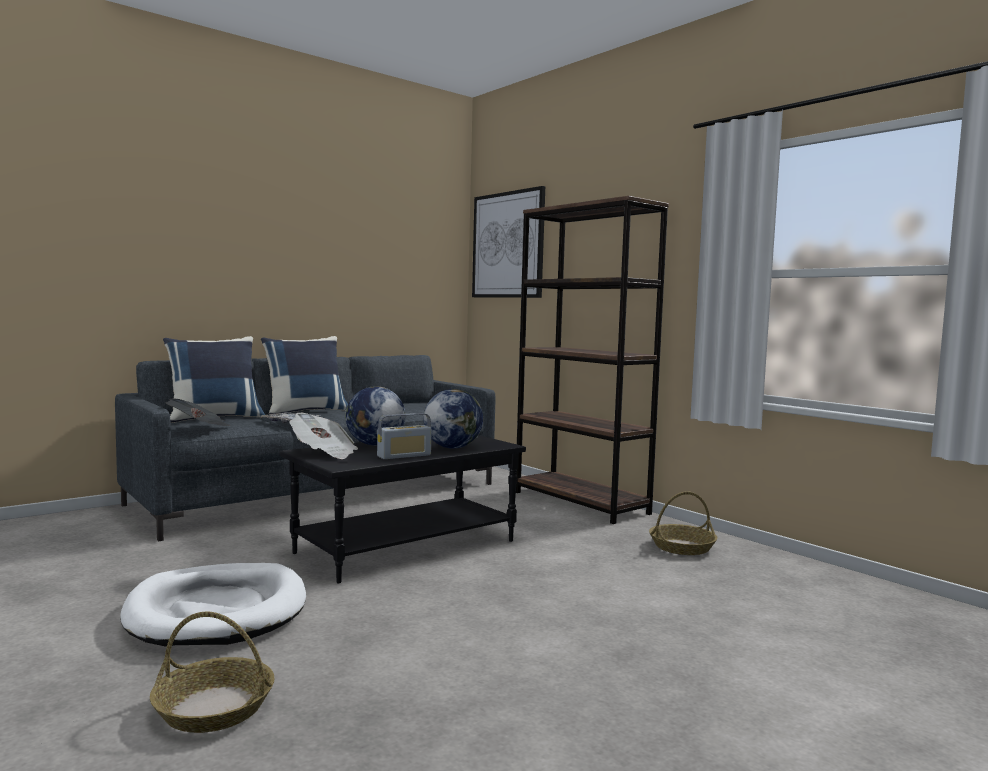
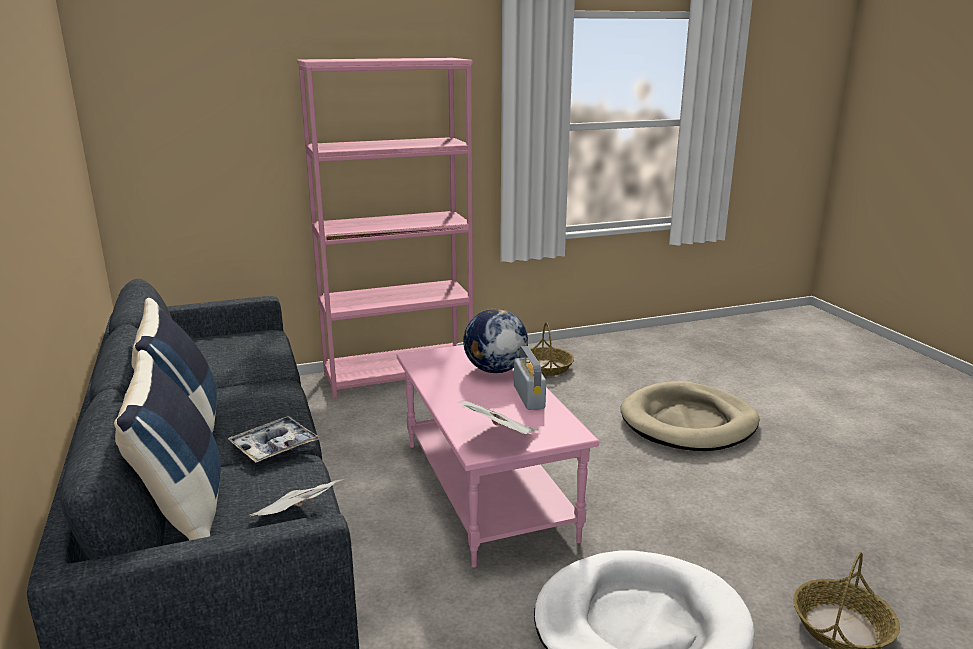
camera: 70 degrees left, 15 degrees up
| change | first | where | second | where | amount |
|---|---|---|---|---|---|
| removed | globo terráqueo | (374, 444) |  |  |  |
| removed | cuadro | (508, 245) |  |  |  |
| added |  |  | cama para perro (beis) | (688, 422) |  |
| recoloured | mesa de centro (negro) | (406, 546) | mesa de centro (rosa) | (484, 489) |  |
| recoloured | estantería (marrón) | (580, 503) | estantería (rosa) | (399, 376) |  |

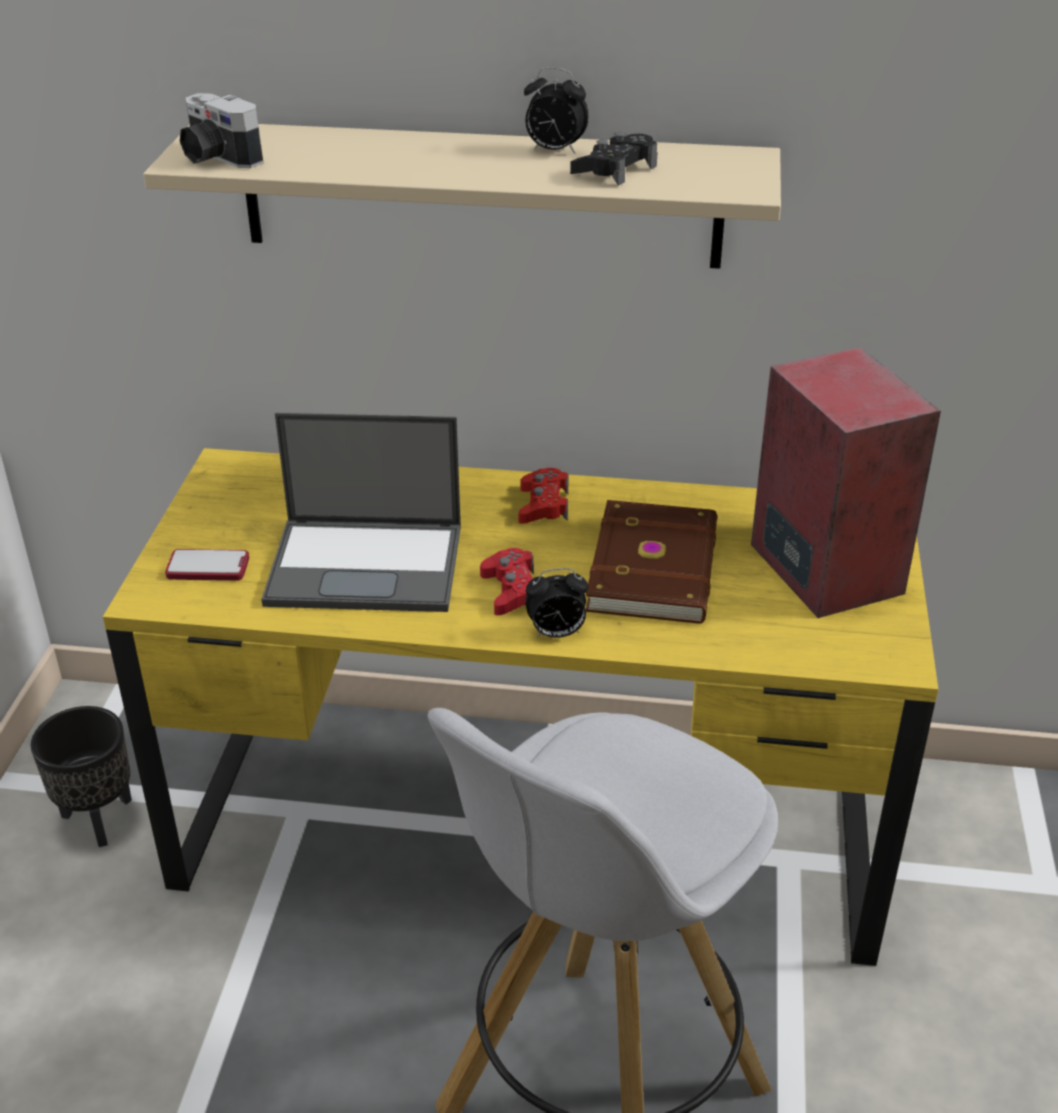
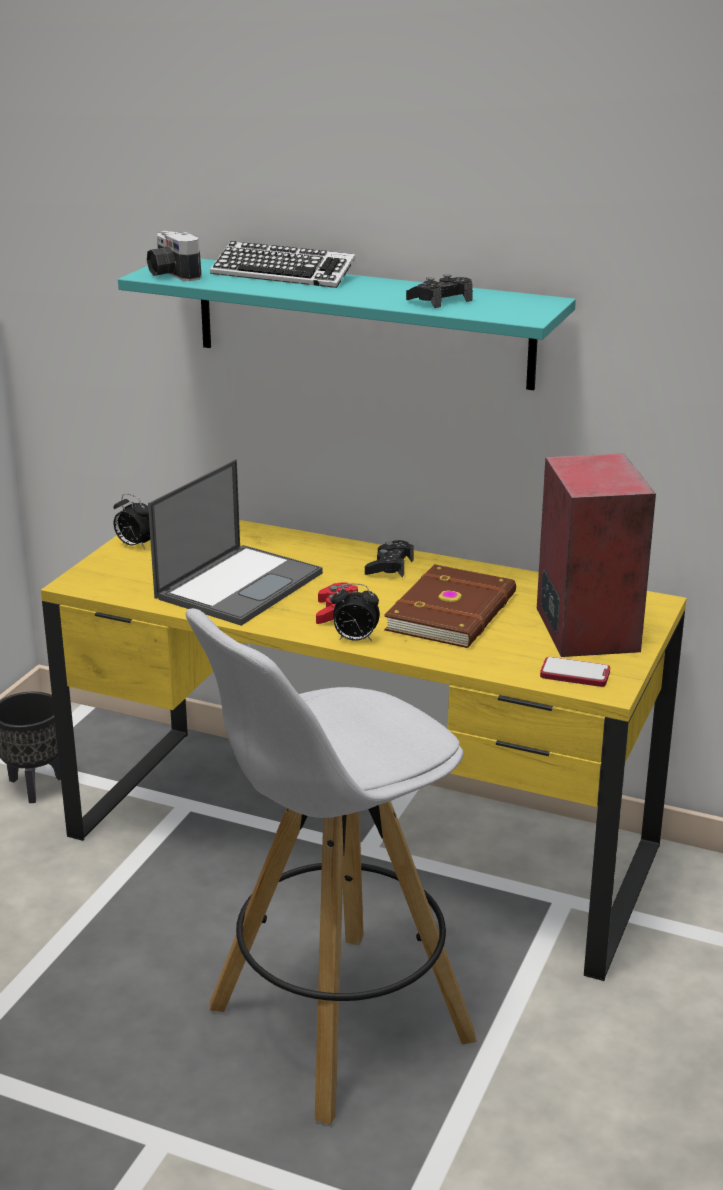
camera: 15 degrees right, 10 degrees down
| change | first | where | second | where | amount |
|---|---|---|---|---|---|
| added |  |  | teclado | (283, 275) |  |
| moved | móvil | (208, 567) |  | (575, 674) |  |
| moved | despertador | (554, 151) |  | (134, 545) |  |
| recoloured | estante (beis) | (480, 195) | estante (turquesa) | (362, 321) |  |
| recoloured | mando de consola (rojo) | (543, 505) | mando de consola (negro) | (389, 566) |  |
| turned | portátil | (368, 565) |  | (240, 584) | 75 degrees counterclockwise |

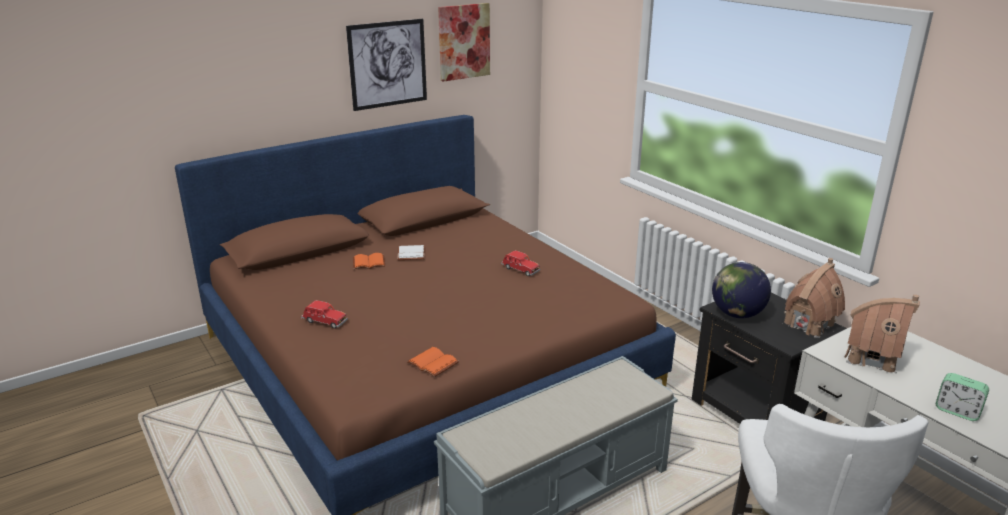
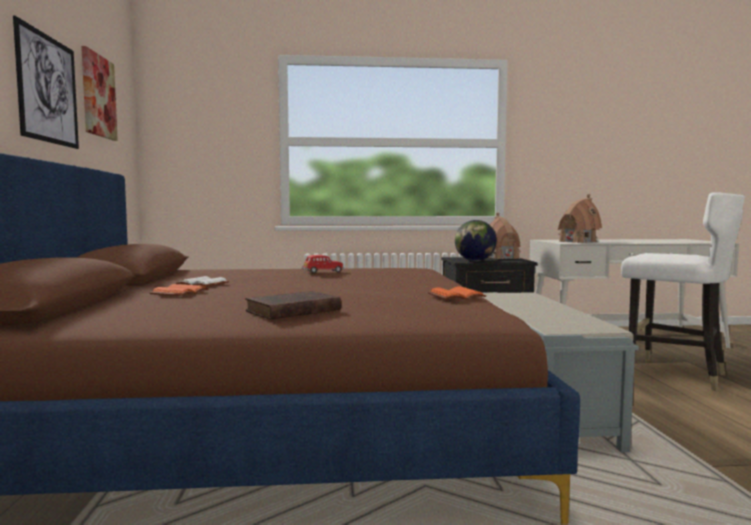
camera: 60 degrees left, 20 degrees down
| change | first | where | second | where | amount |
|---|---|---|---|---|---|
| removed | despertador | (957, 411) |  |  |  |
| replaced | coche de juguete (rojo) | (324, 322) | libro (marrón) | (291, 311) |  |

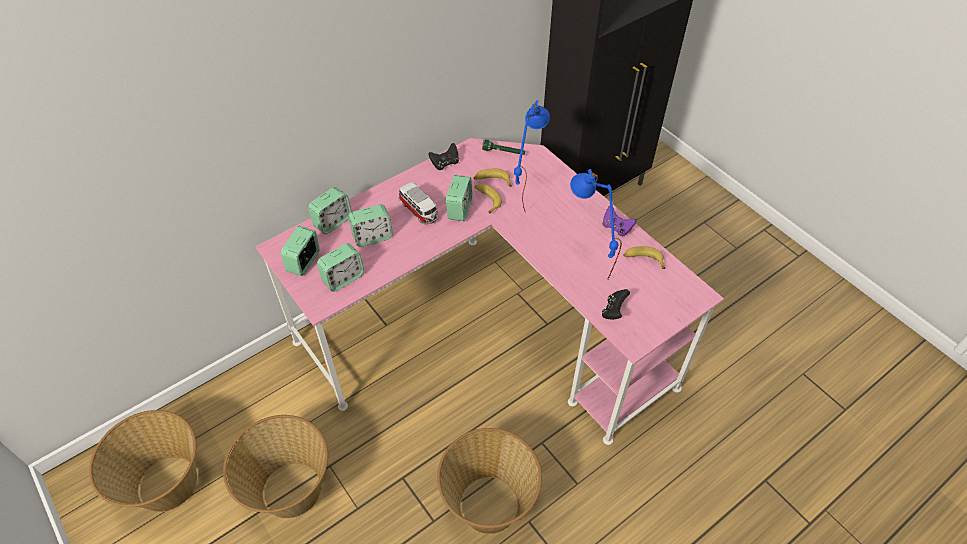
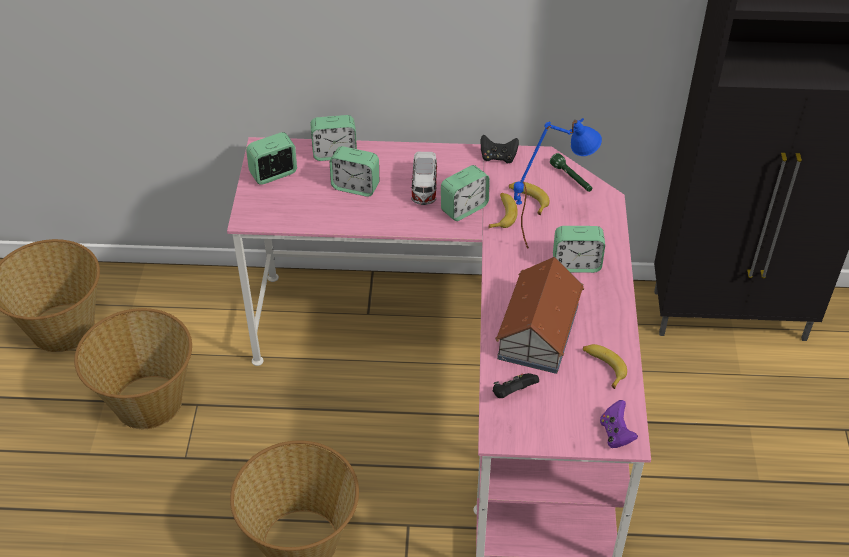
camera: 40 degrees right, 5 degrees down
| change | first | where | second | where | amount |
|---|---|---|---|---|---|
| moved | despertador | (343, 278) |  | (576, 264) |  |
| moved | mando de consola (morado) | (616, 228) |  | (616, 434) |  |
| replaced | lámpara de mesa (azul) | (586, 263) | casita | (537, 332) |  |

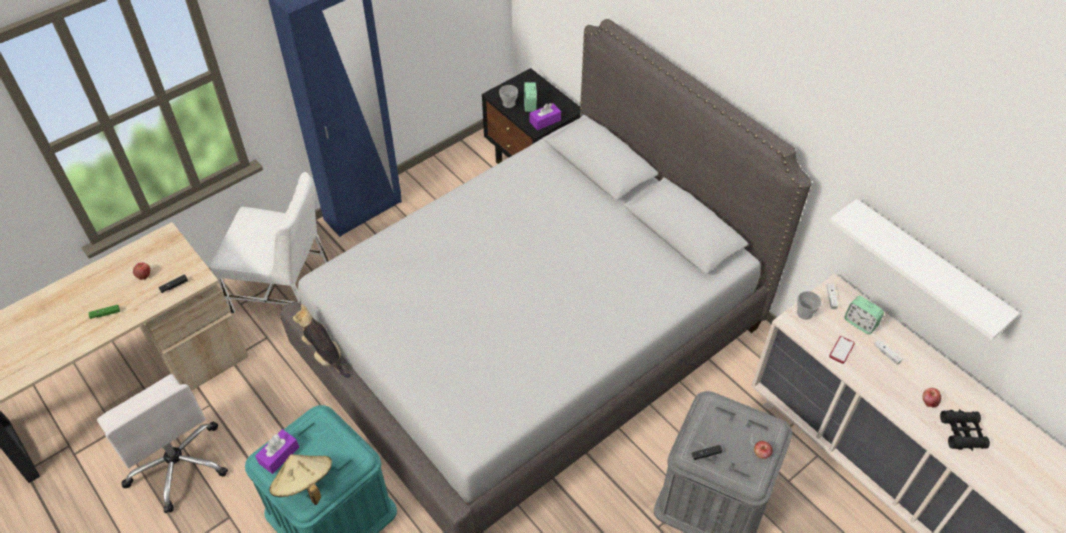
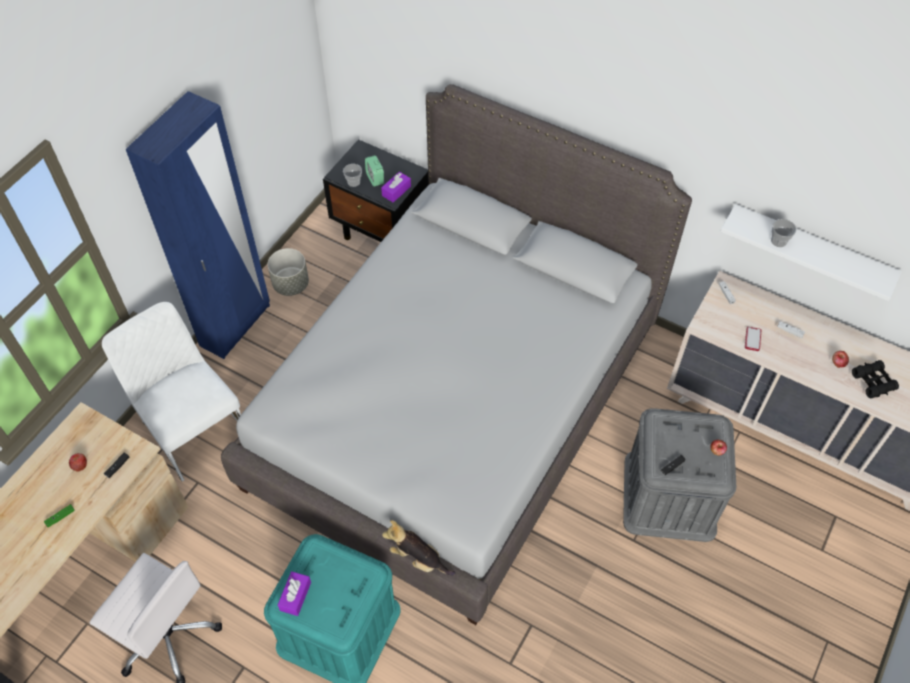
camera: 20 degrees left, 5 degrees up
| change | first | where | second | where | amount |
|---|---|---|---|---|---|
| removed | sombrero (beis) | (304, 486) |  |  |  |
| removed | despertador | (860, 323) |  |  |  |
| added |  |  | maceta (gris) | (291, 284) |  |
| moved | peluche | (325, 354) |  | (418, 558) |  |
| moved | taza | (804, 313) |  | (778, 241) |  |
| turned | silla (blanco) | (284, 289) |  | (193, 429) | 120 degrees counterclockwise |

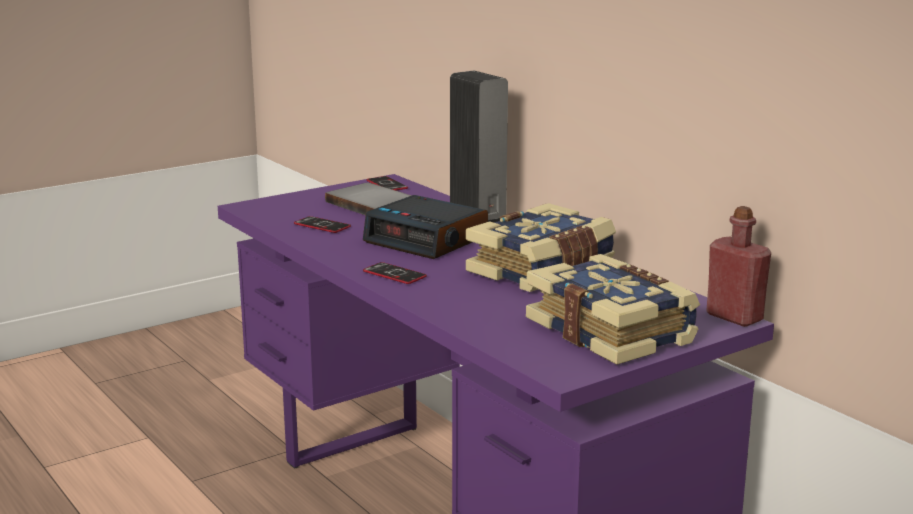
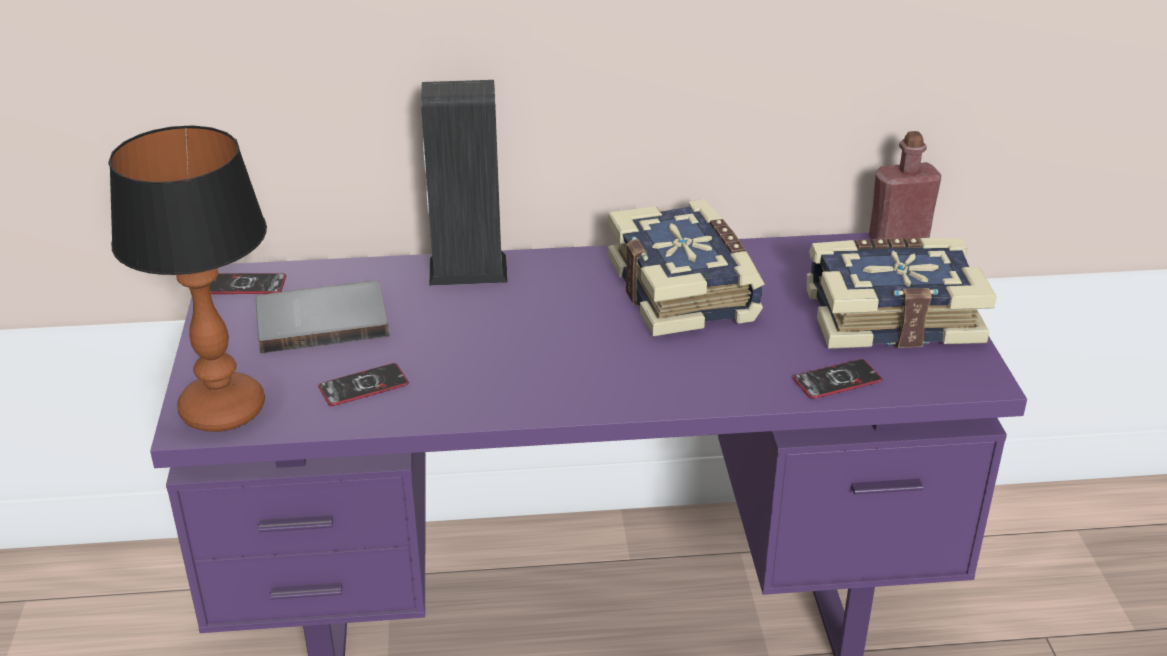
camera: 60 degrees left, 15 degrees up
| change | first | where | second | where | amount |
|---|---|---|---|---|---|
| removed | despertador | (427, 240) |  |  |  |
| added |  |  | lámpara de mesa | (225, 409) |  |
| moved | móvil | (394, 274) |  | (837, 380) |  |

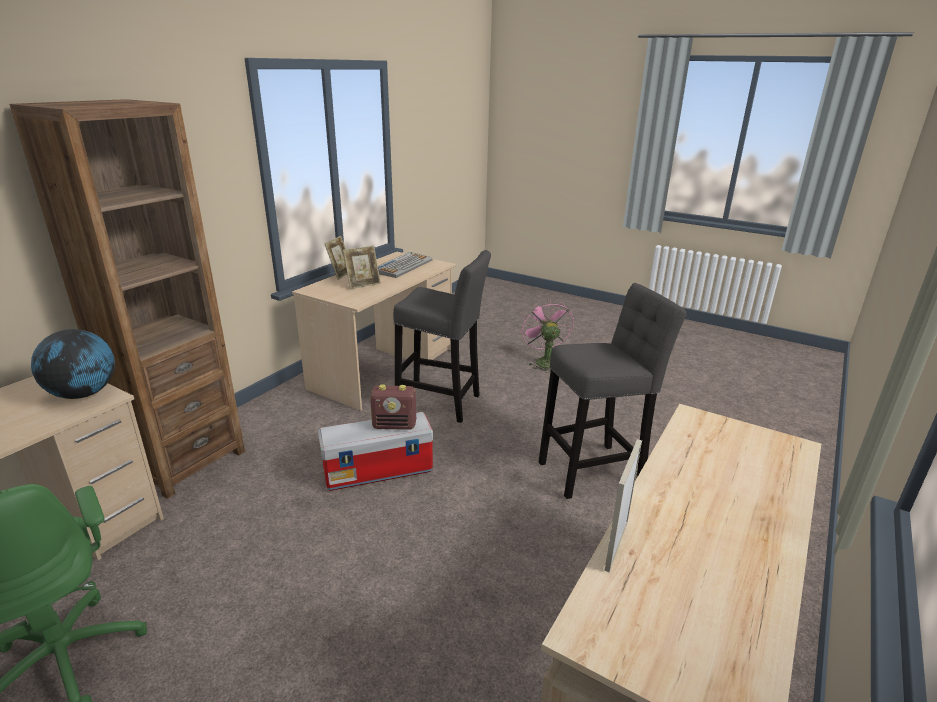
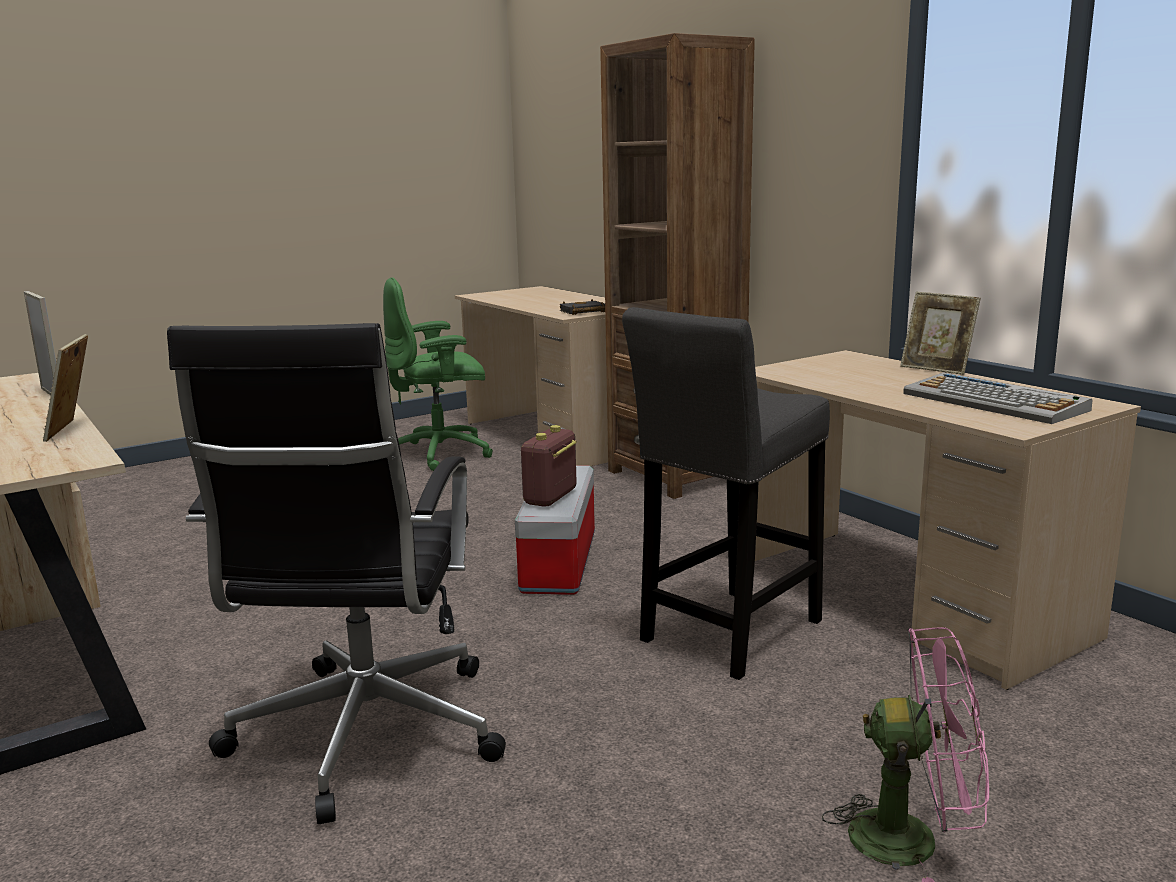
camera: 115 degrees right, 10 degrees down
| change | first | where | second | where | amount |
|---|---|---|---|---|---|
| moved | portarretratos | (363, 284) |  | (73, 430) |  |
| replaced | globo terráqueo | (84, 394) | libro (negro) | (582, 312) |  |
| replaced | taburete (gris) | (595, 470) | silla de oficina (negro) | (364, 738) |  |

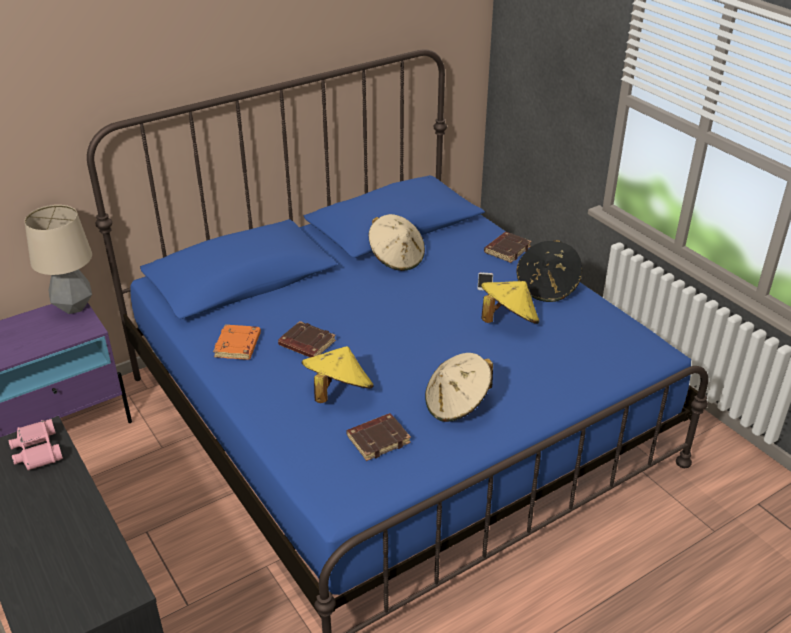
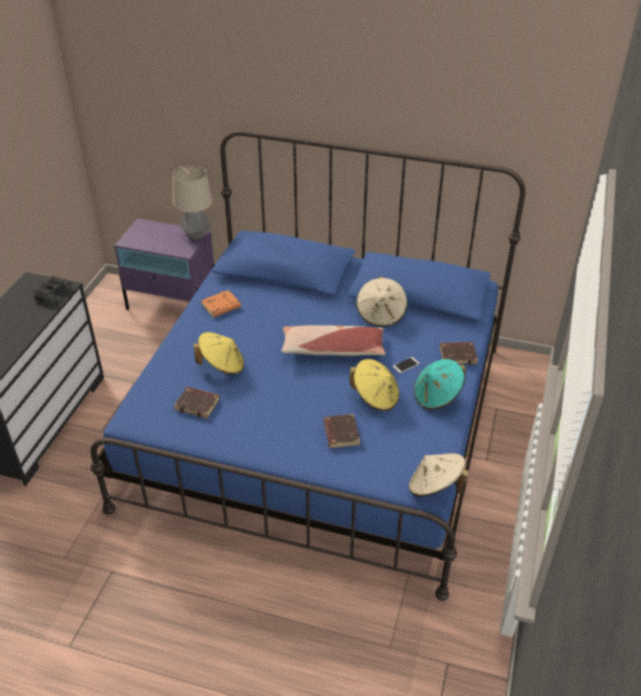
camera: 50 degrees right, 5 degrees up
| change | first | where | second | where | amount |
|---|---|---|---|---|---|
| added |  |  | cojín | (332, 349) |  |
| moved | libro (marrón) | (306, 344) |  | (340, 433) |  |
| moved | sombrero (beis) | (457, 404) |  | (435, 488) |  |
| recoloured | prismáticos (rosa) | (37, 451) | prismáticos (negro) | (51, 293) |  |
| recoloured | sombrero (negro) | (547, 287) | sombrero (turquesa) | (437, 397) |  |

